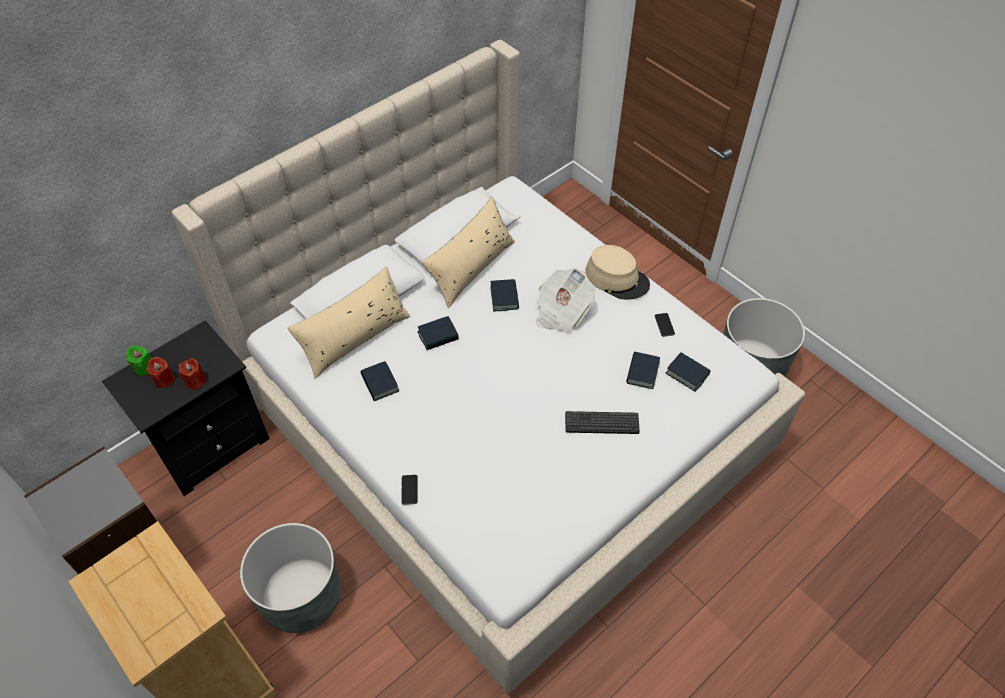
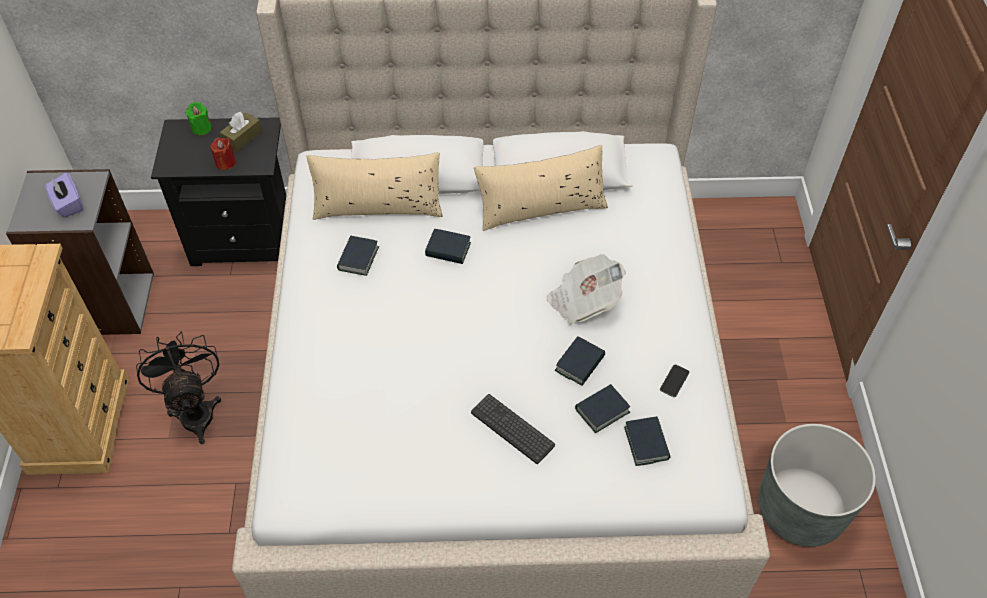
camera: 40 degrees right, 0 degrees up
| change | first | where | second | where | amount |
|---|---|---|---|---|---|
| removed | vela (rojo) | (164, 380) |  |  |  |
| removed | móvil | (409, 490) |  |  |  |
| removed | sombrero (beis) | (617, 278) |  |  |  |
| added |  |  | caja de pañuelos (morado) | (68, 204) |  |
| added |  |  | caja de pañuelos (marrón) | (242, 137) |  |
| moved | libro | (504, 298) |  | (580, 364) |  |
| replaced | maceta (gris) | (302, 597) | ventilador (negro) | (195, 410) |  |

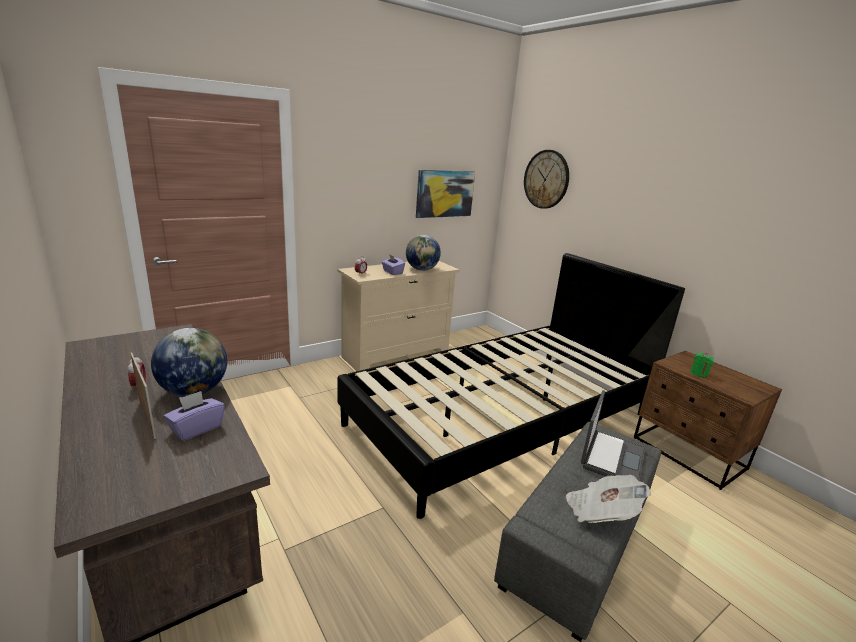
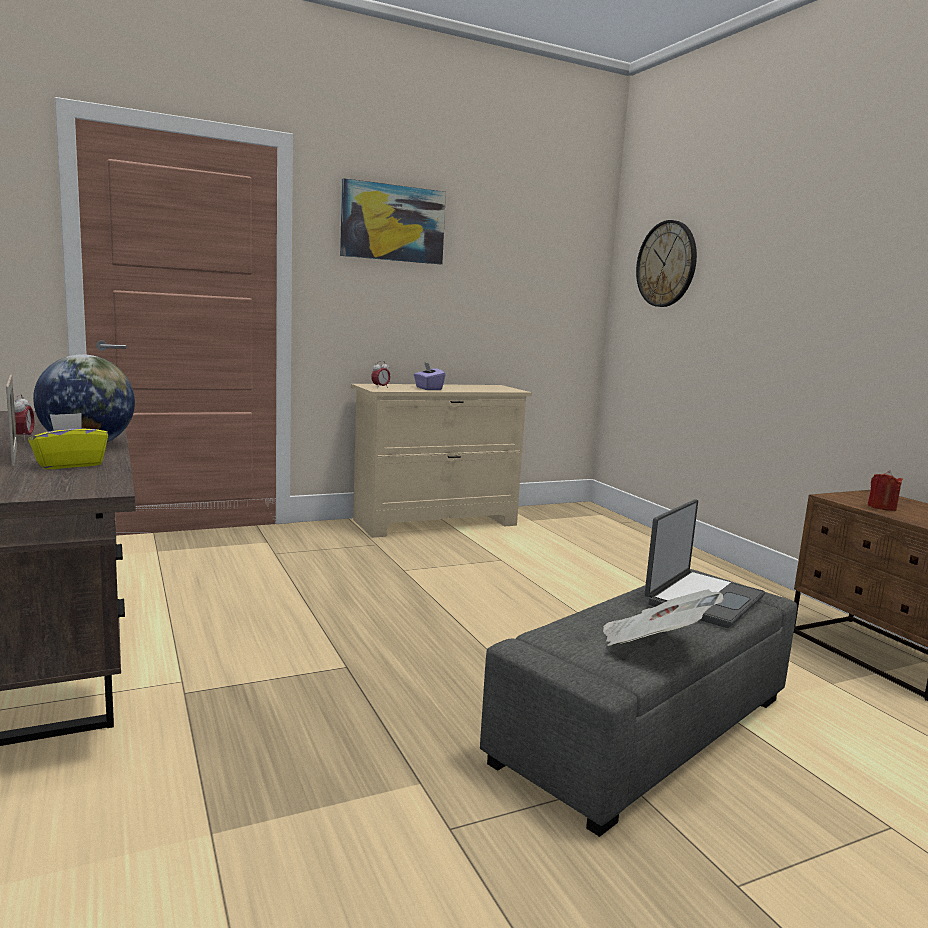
camera: 10 degrees right, 10 degrees down
| change | first | where | second | where | amount |
|---|---|---|---|---|---|
| removed | cama (negro) | (502, 419) |  |  |  |
| removed | globo terráqueo | (422, 269) |  |  |  |
| moved | cuadro | (444, 193) |  | (393, 223) |  |
| recoloured | caja de pañuelos (morado) | (196, 428) | caja de pañuelos (amarillo) | (69, 464) |  |
| recoloured | vela (verde) | (699, 373) | vela (rojo) | (881, 507) |  |

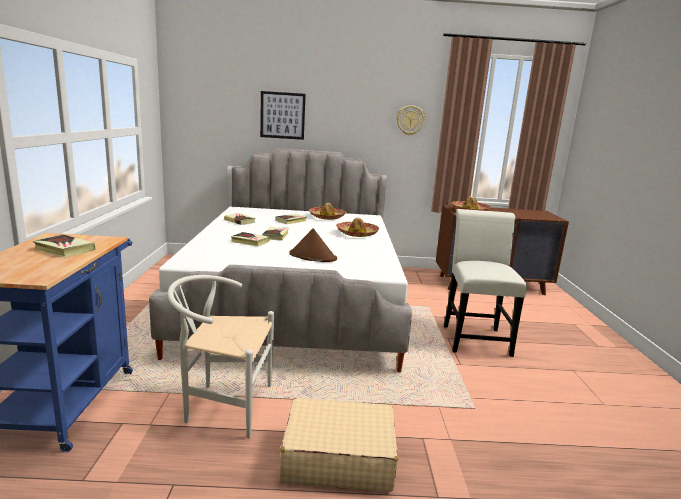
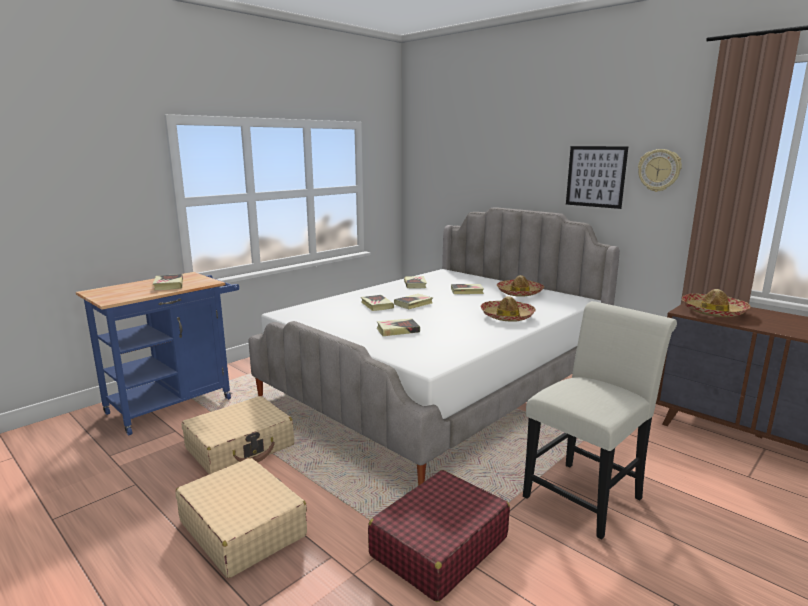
camera: 45 degrees right, 0 degrees up
| change | first | where | second | where | amount |
|---|---|---|---|---|---|
| added |  |  | maleta (rojo) | (438, 546) |  |
| moved | cuadro | (282, 115) |  | (595, 176) |  |
| replaced | silla (blanco) | (222, 406) | maleta (beis) | (240, 447) |  |
| replaced | sombrero (marrón) | (312, 256) | libro | (397, 330) |  |

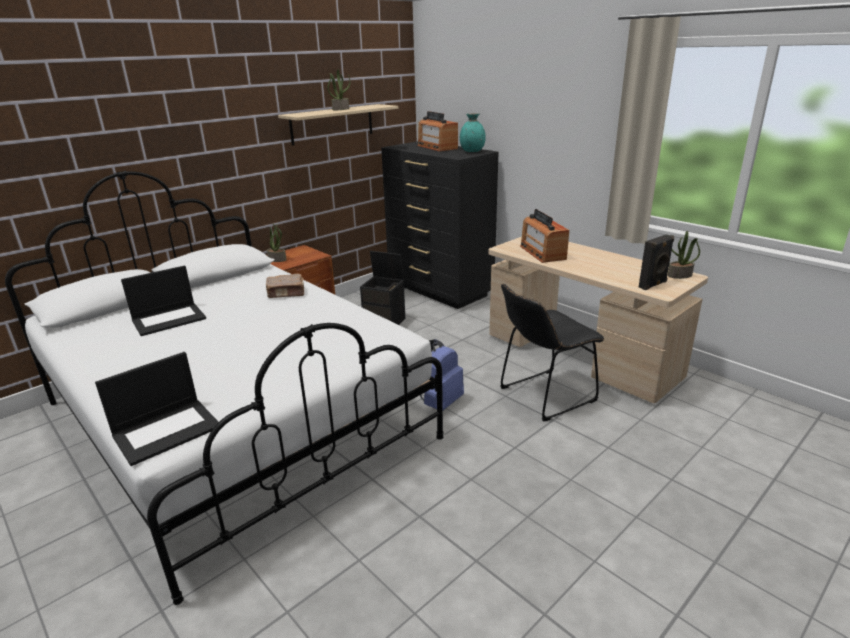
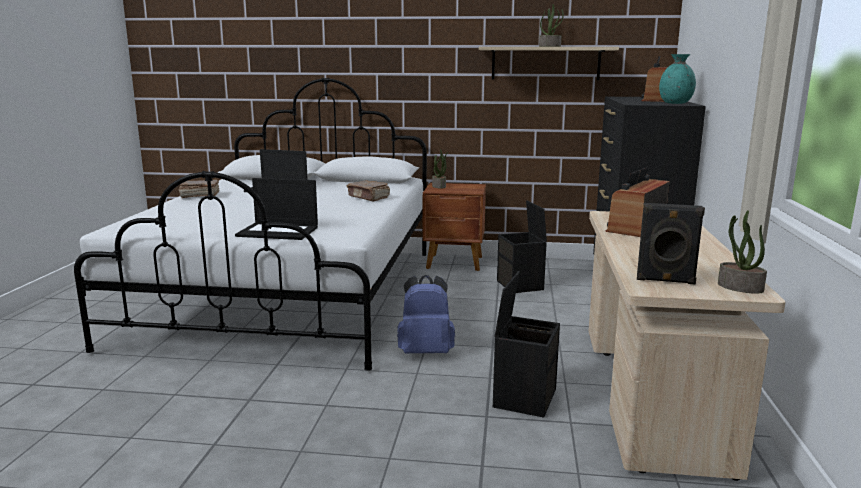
camera: 50 degrees right, 10 degrees down
| change | first | where | second | where | amount |
|---|---|---|---|---|---|
| added |  |  | libro (marrón) | (199, 196) |  |
| moved | portátil | (167, 430) |  | (279, 231) |  |
| replaced | silla (negro) | (543, 396) | caja de almacenaje (negro) | (524, 397) |  |

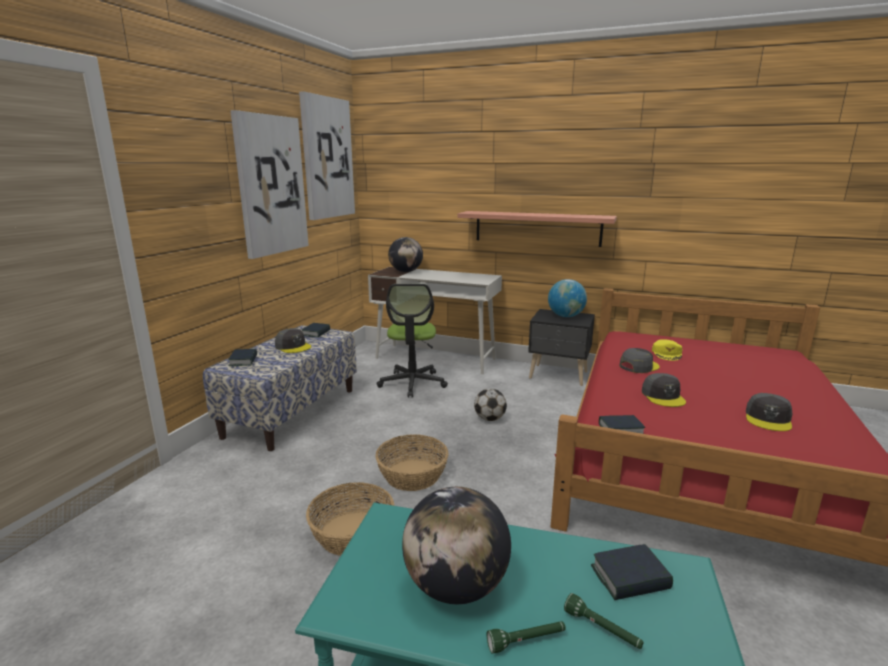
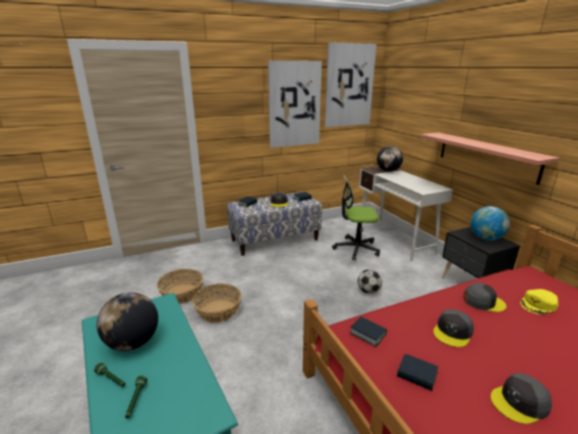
camera: 45 degrees right, 5 degrees up
| change | first | where | second | where | amount |
|---|---|---|---|---|---|
| moved | cesta | (412, 475) |  | (182, 293) |  |
| moved | libro | (630, 578) |  | (416, 375) |  |
| turned | silla de oficina | (412, 383) |  | (356, 249) | 45 degrees clockwise |

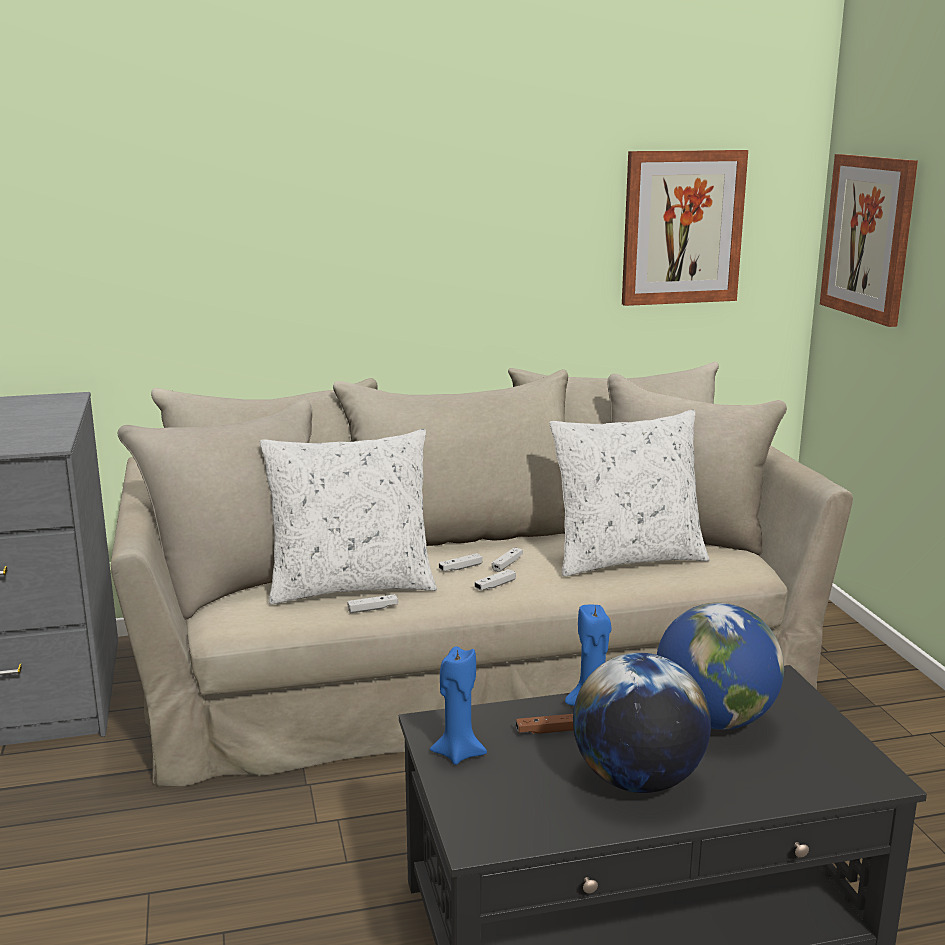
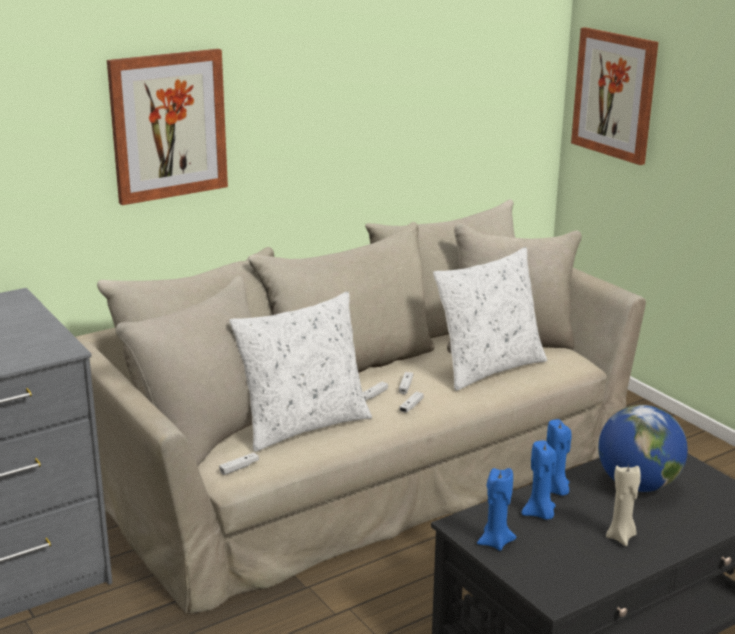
camera: 20 degrees left, 5 degrees up
| change | first | where | second | where | amount |
|---|---|---|---|---|---|
| moved | mando de consola (blanco) | (373, 609) |  | (239, 468) |  |
| moved | cuadro | (682, 227) |  | (168, 125) |  |
| replaced | mando de consola (marrón) | (547, 731) | vela (azul) | (540, 514) |  |
| replaced | globo terráqueo | (638, 780) | vela (beis) | (621, 537) |  |

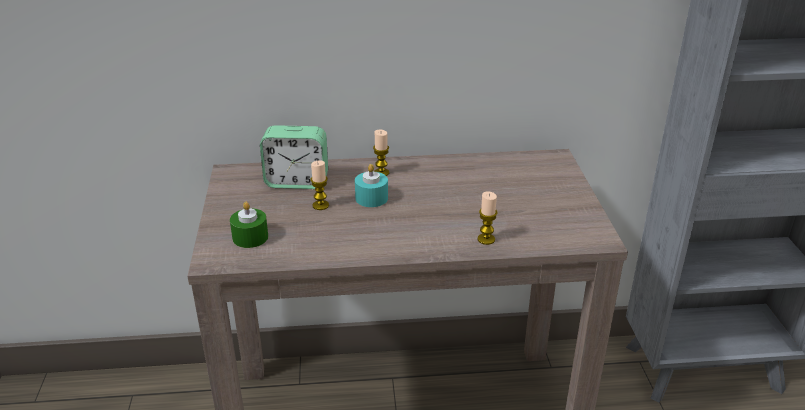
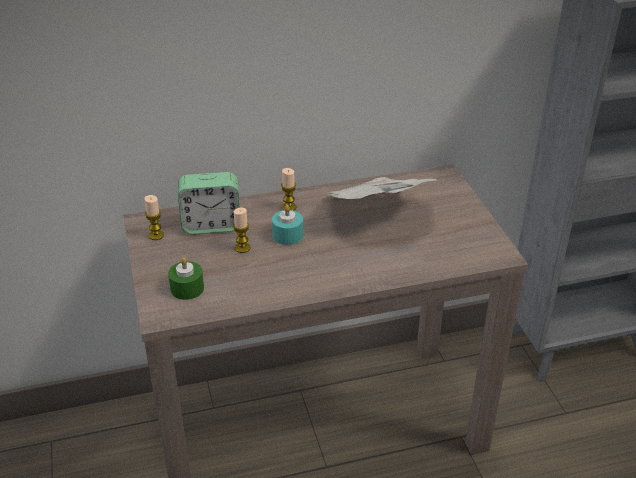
camera: 10 degrees left, 5 degrees up
| change | first | where | second | where | amount |
|---|---|---|---|---|---|
| added |  |  | periódico | (379, 211) |  |
| moved | vela | (486, 239) |  | (156, 235) |  |

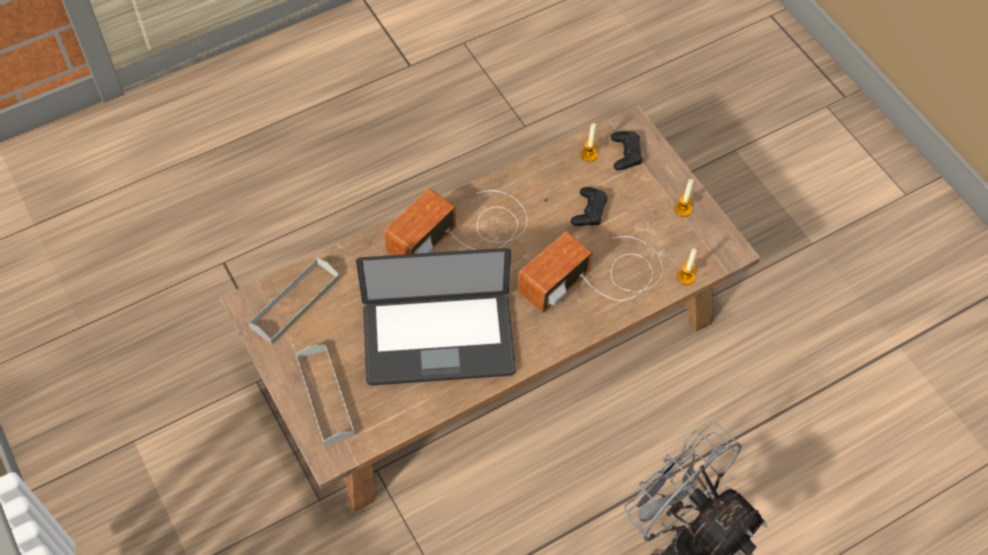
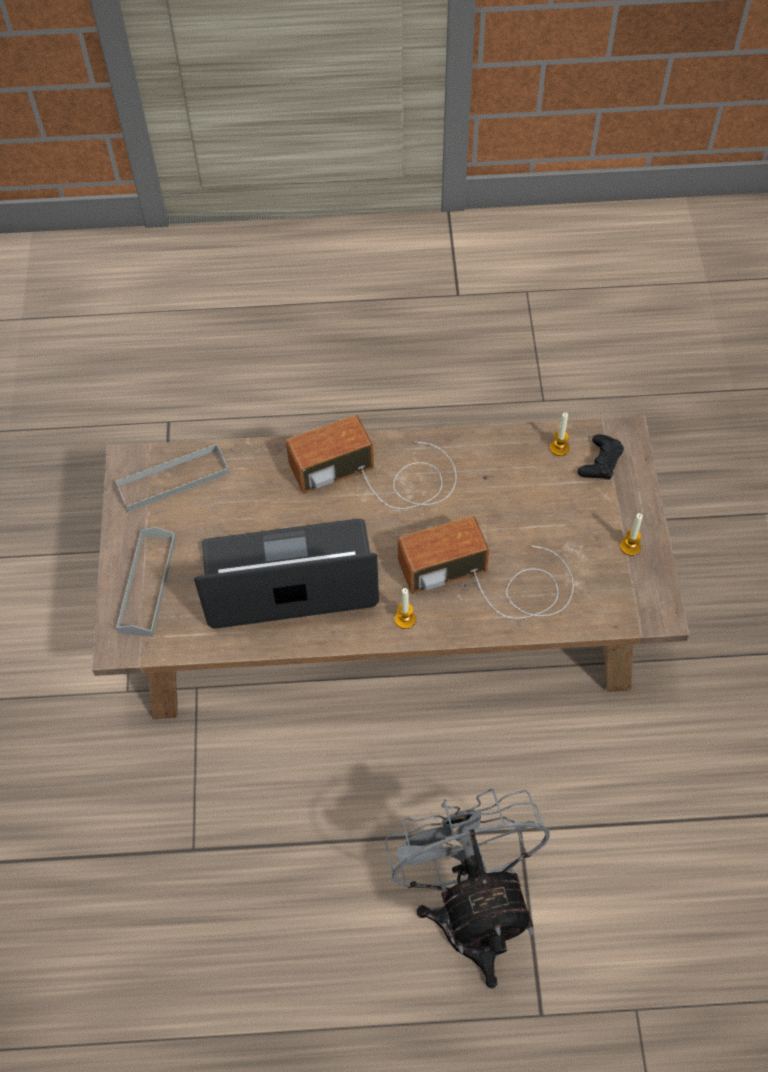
camera: 30 degrees right, 0 degrees up
| change | first | where | second | where | amount |
|---|---|---|---|---|---|
| removed | mando de consola (negro) | (589, 211) |  |  |  |
| moved | vela | (686, 277) |  | (405, 619) |  |
| turned | portátil | (438, 341) |  | (289, 577) | 150 degrees clockwise |

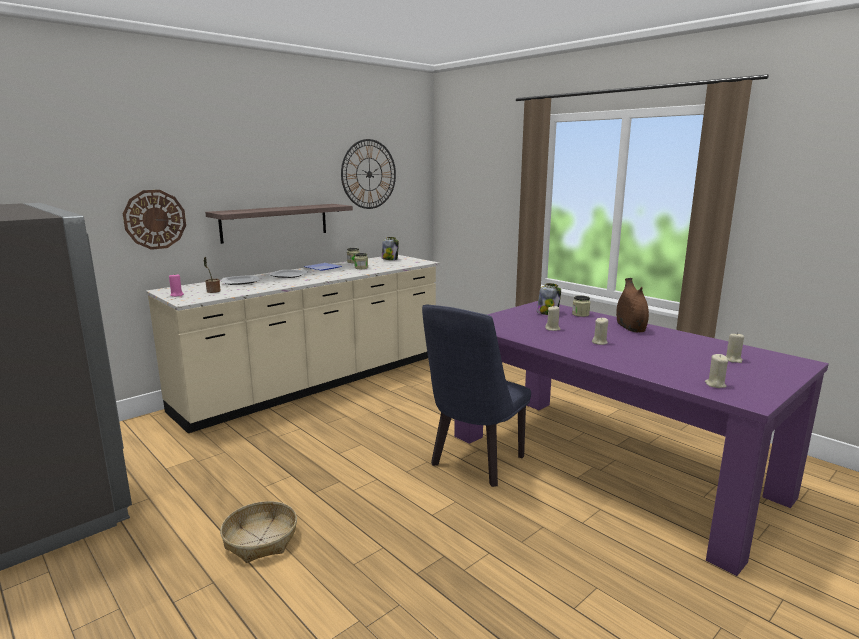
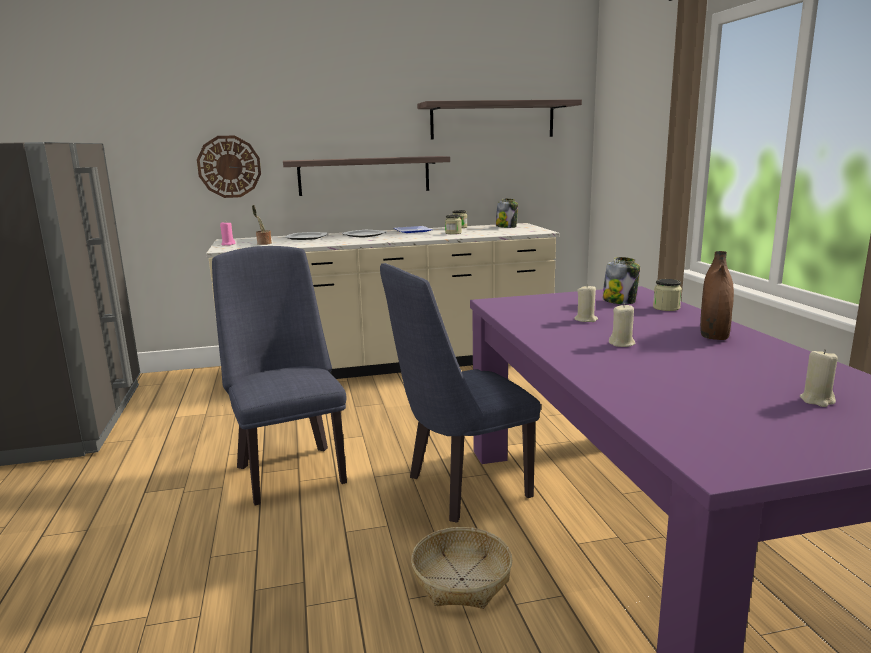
camera: 30 degrees right, 0 degrees up
| change | first | where | second | where | amount |
|---|---|---|---|---|---|
| removed | vela (beis) | (715, 384) |  |  |  |
| added |  |  | silla (azul) | (289, 469) |  |
| moved | cesta | (260, 540) |  | (461, 580) |  |
| replaced | reloj de pared | (369, 174) | estante | (492, 120) |  |

